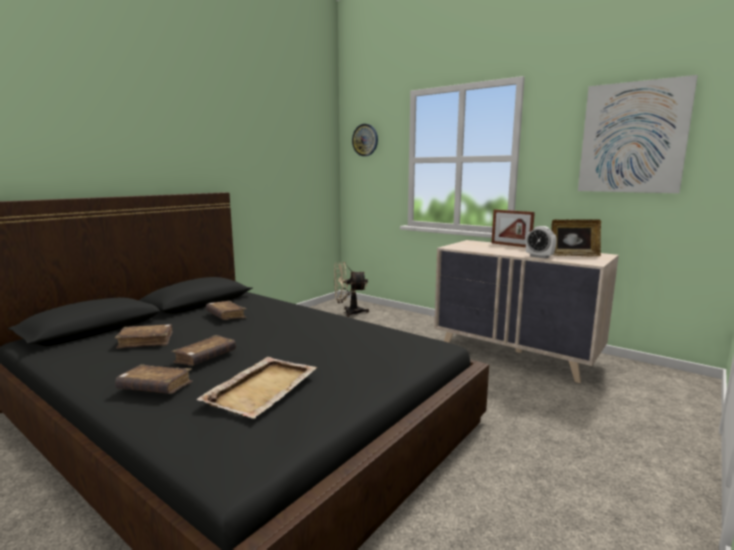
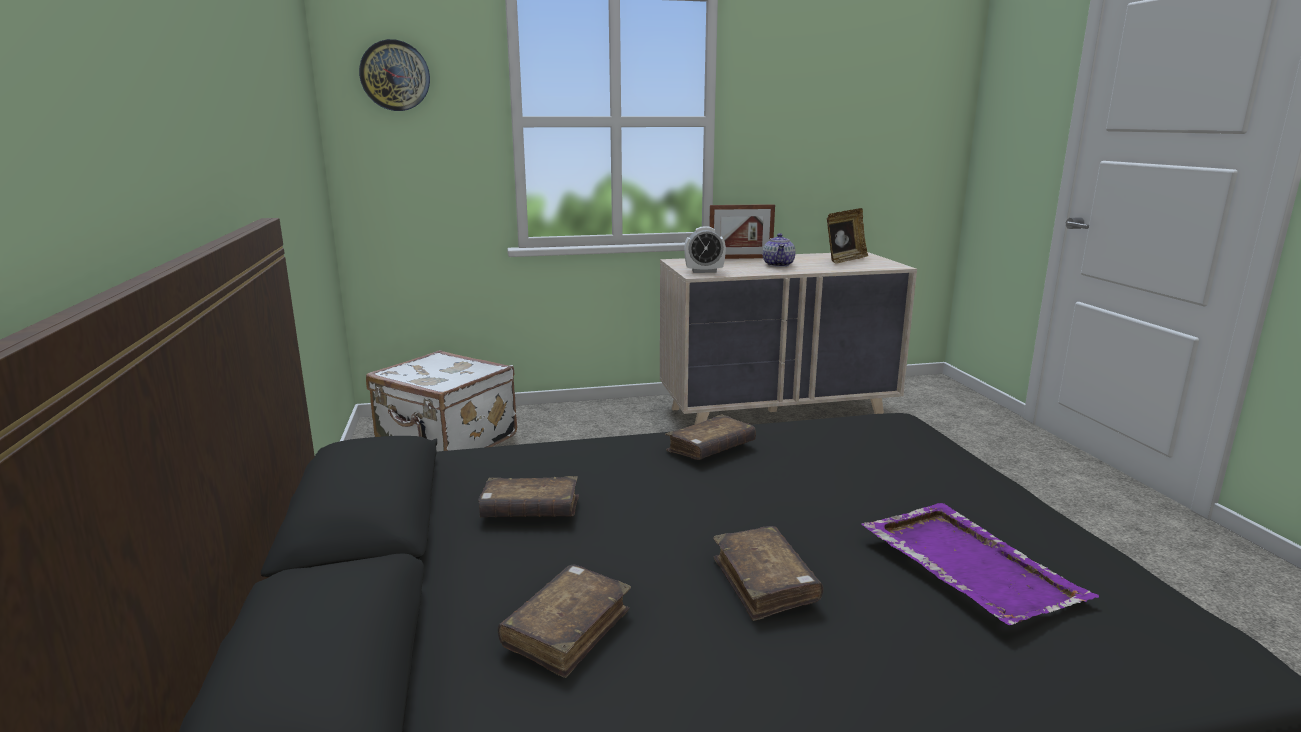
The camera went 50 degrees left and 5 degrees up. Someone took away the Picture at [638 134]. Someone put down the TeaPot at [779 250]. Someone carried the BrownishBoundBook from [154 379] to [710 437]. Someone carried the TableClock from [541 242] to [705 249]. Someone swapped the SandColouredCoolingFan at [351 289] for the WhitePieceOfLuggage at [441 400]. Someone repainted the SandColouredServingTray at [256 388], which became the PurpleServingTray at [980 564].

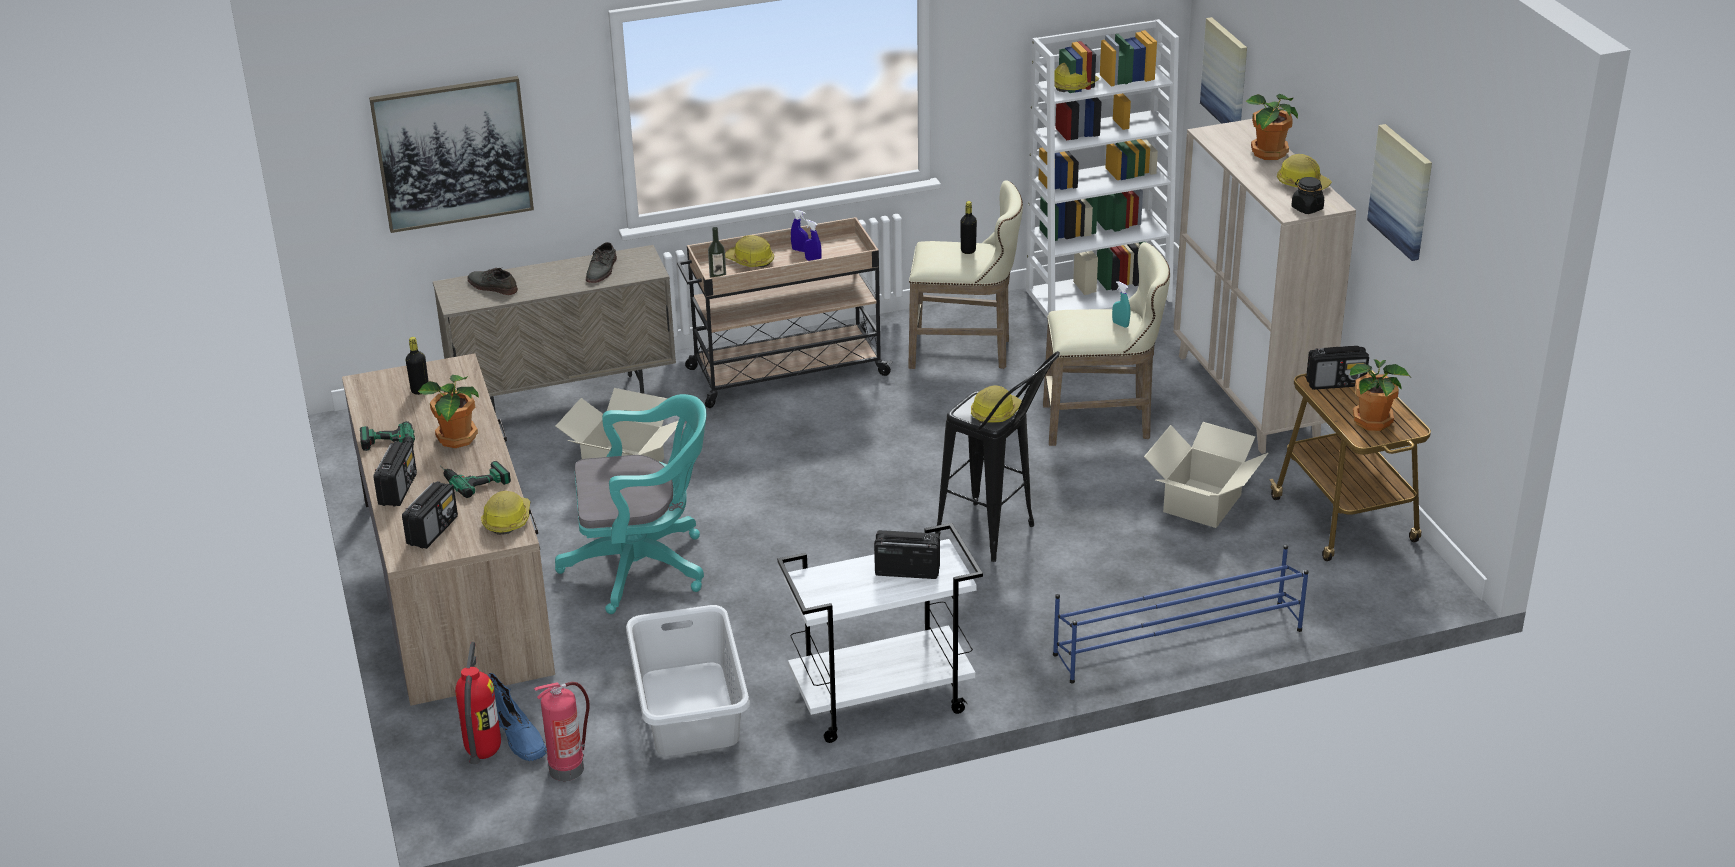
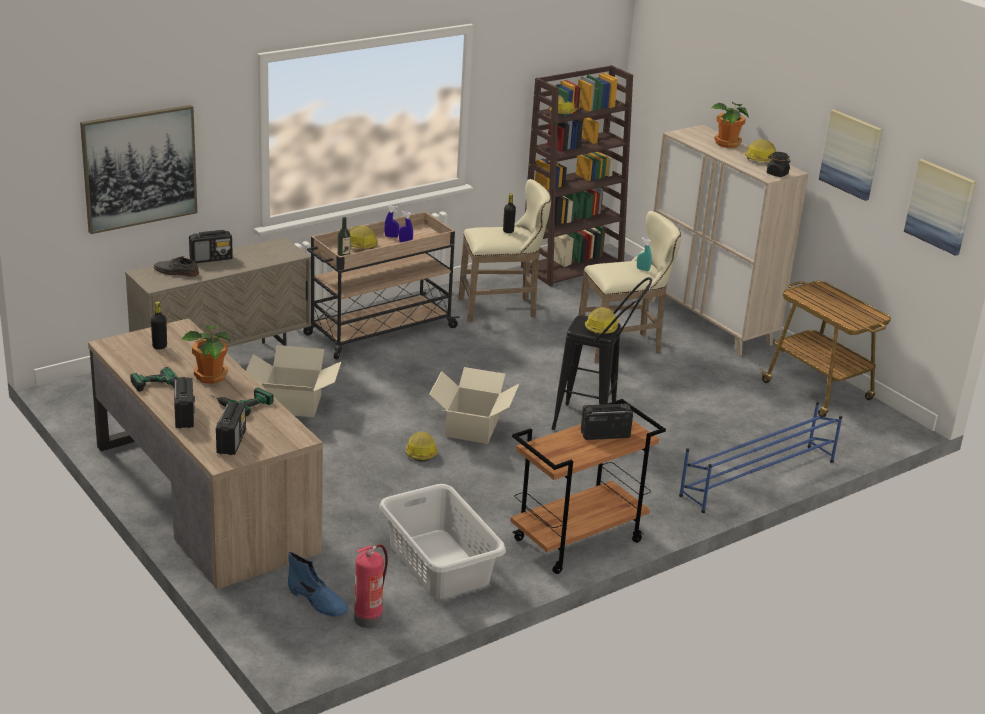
The camera went 20 degrees left and 5 degrees down. Someone took away the FireExtinguisher at [478 703]. Someone took away the TurquoiseComputerChair at [631 504]. Someone took away the GreyItemOfFootwear at [601 262]. Someone took away the Houseplant at [1380 395]. Someone carried the SafetyHelmet from [505 513] to [422 447]. Someone carried the PackingBox from [1206 475] to [474 405]. Someone carried the Picture from [1223 70] to [940 207]. Someone carried the Radio from [1337 368] to [211 246]. Someone repainted the WhiteCart at [880 633], which became the BrownishCart at [588 486]. Someone repainted the WhiteBookshelf at [1102 168], which became the BrownishBookshelf at [577 176].

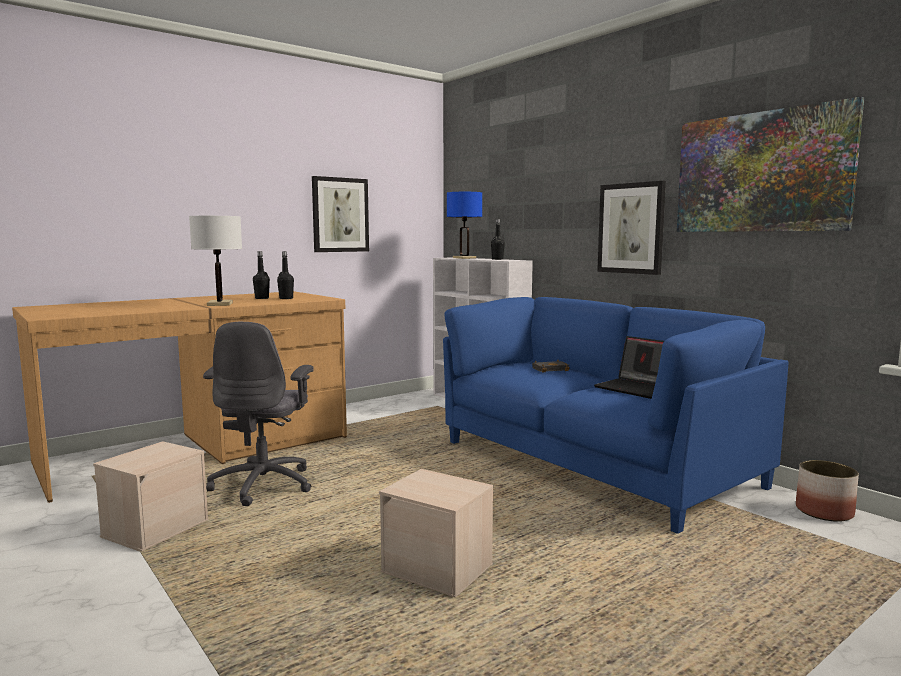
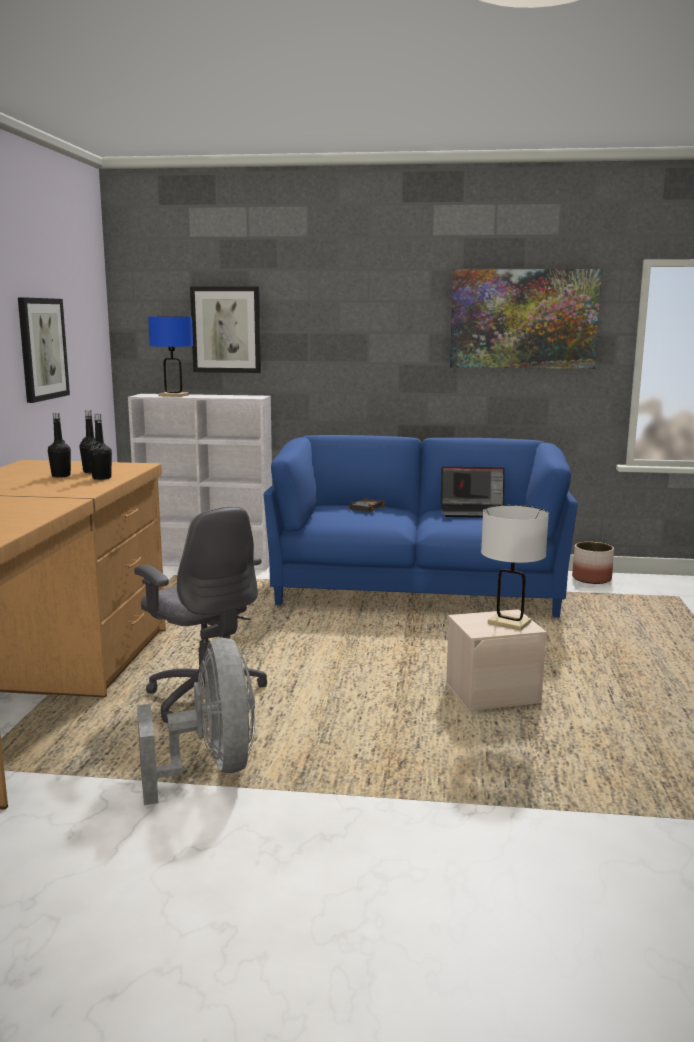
The camera went 45 degrees left and 5 degrees up. Someone carried the WhiteTableLamp from [215 261] to [515 568]. Someone carried the BlackDrinkBottle from [498 239] to [100 447]. Someone carried the Picture from [631 228] to [225 329]. Someone swapped the SandColouredStorageBin at [151 496] for the GreyCoolingFan at [196 721].

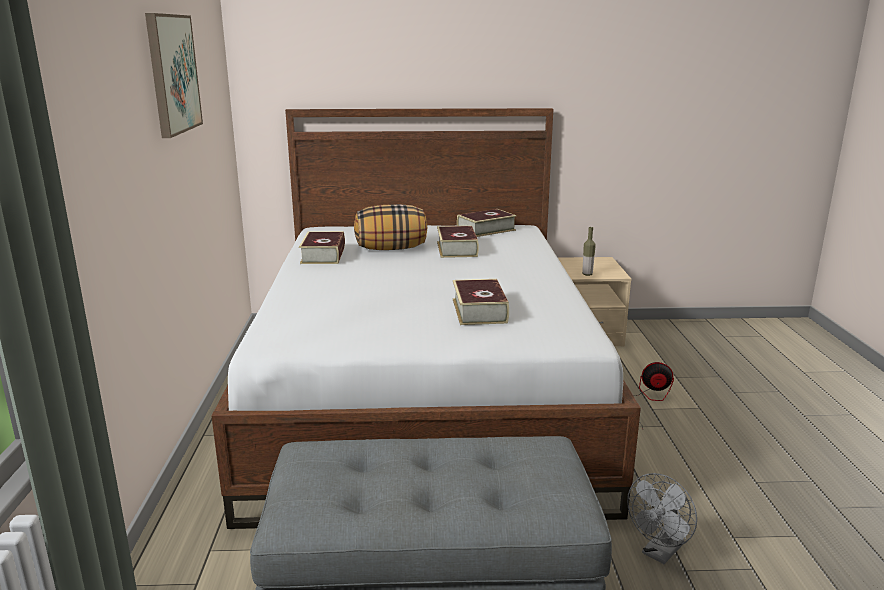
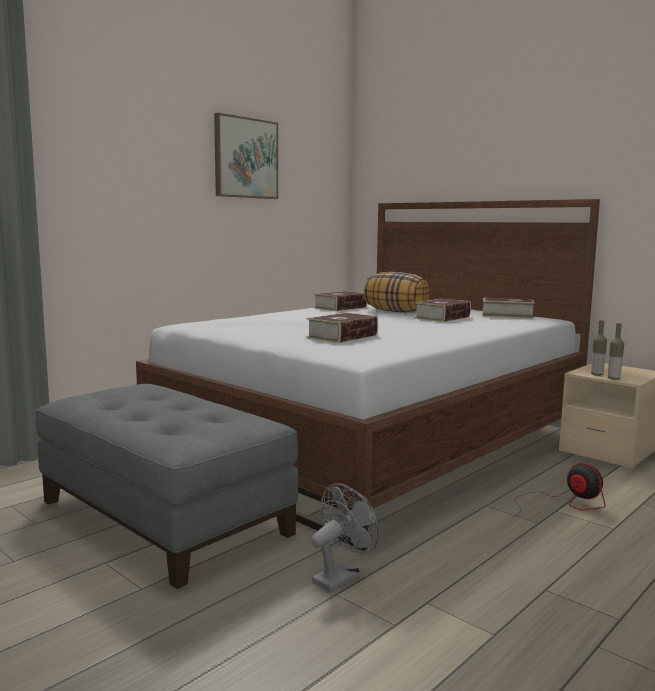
The camera went 45 degrees right and 10 degrees down. Someone put down the DrinkBottle at [616 351]. Someone rotated the GreyCoolingFan at [662 518] by 135 degrees clockwise.

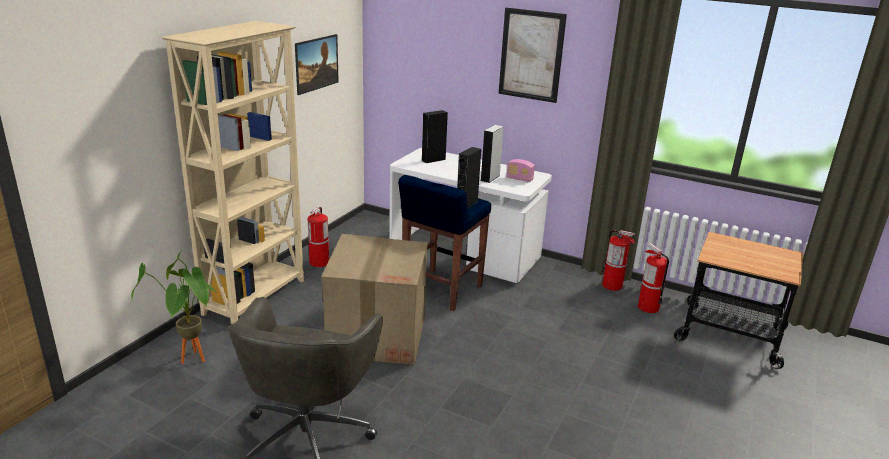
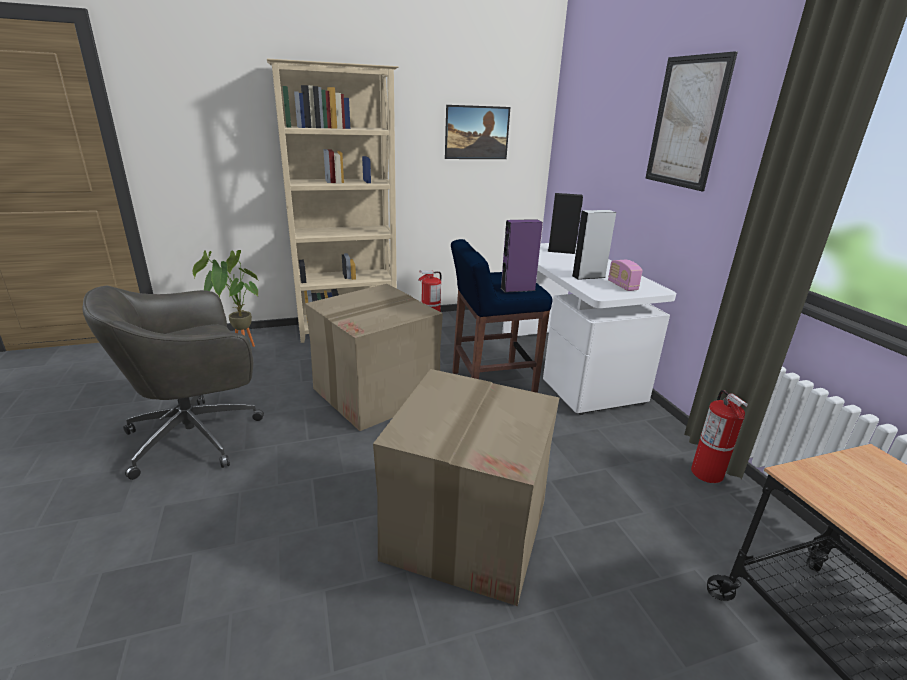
The camera went 45 degrees right and 0 degrees up. Someone took away the FireExtinguisher at [653 278]. Someone put down the PackingBox at [466 487]. Someone repainted the BlackSpeaker at [469 177], which became the PurpleSpeaker at [522 256].

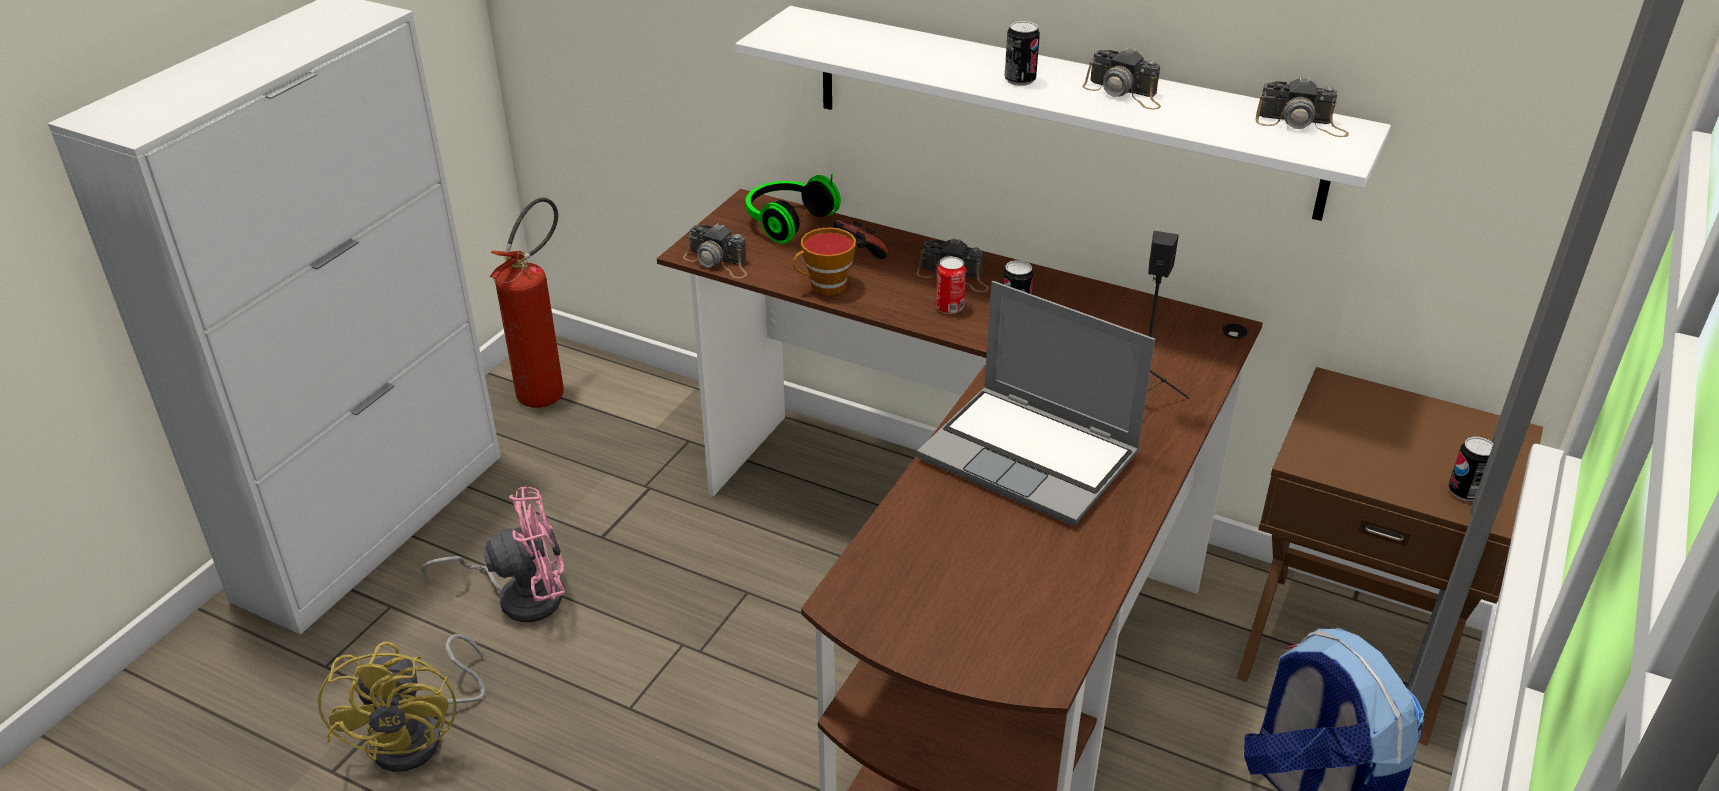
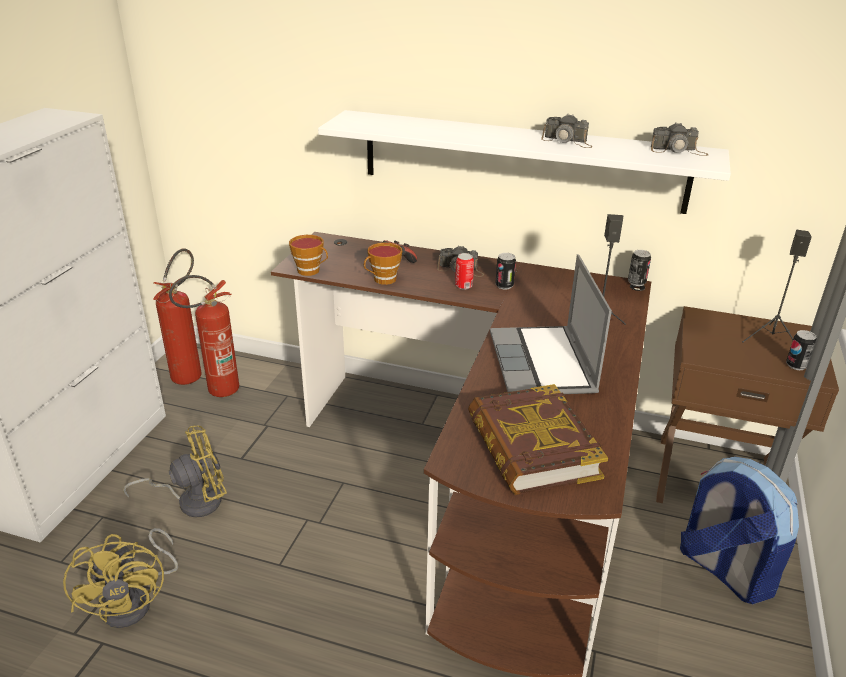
The camera went 10 degrees left and 5 degrees down. Someone took away the PairOfHeadphones at [793 208]. Someone put down the FireExtinguisher at [204 336]. Someone put down the BoundBook at [538 439]. Someone put down the BlackSpeaker at [777 286]. Someone carried the MetalCan from [1022 53] to [639 268]. Someone swapped the StillCamera at [715 250] for the SmallCup at [308 255]. Someone repainted the PinkColouredCoolingFan at [493 554], which became the YellowColouredCoolingFan at [175 472]. Someone rotated the Laptop at [1036 403] by 60 degrees clockwise.

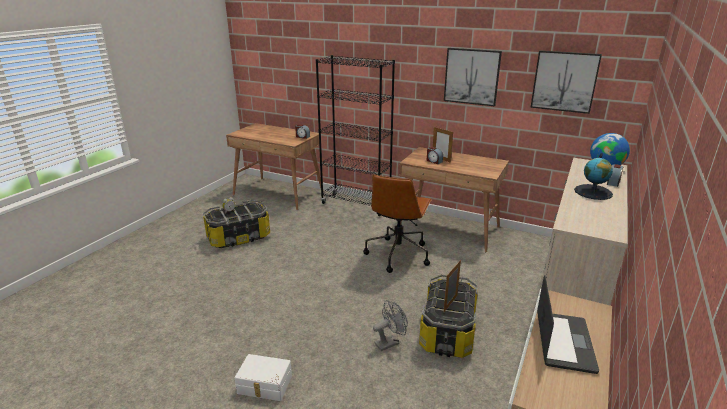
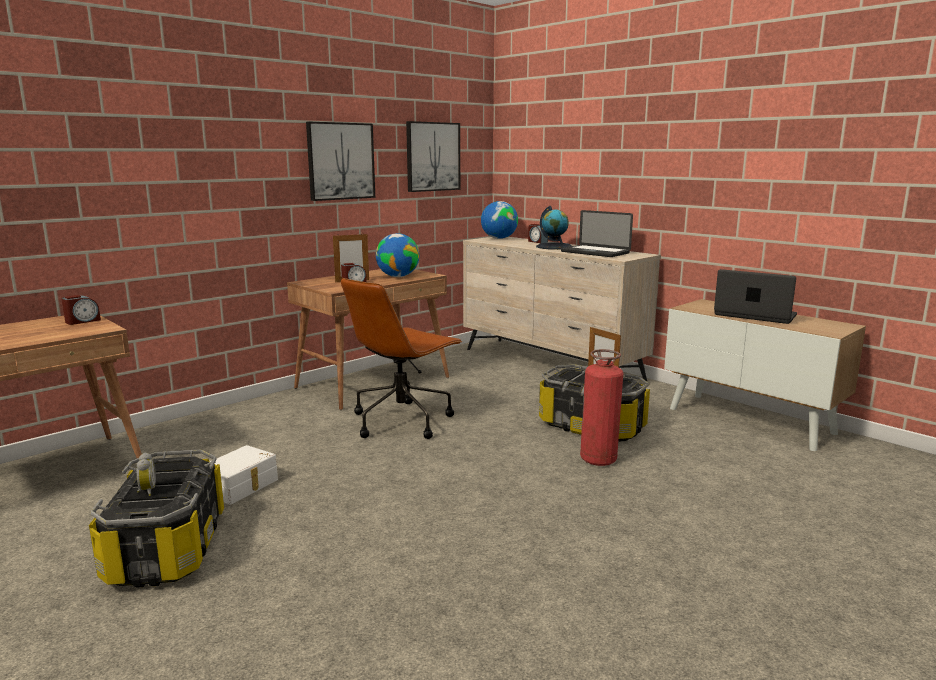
The camera went 70 degrees left and 10 degrees down. Someone took away the BlackBookshelf at [355 135]. Someone put down the DeskGlobe at [397 255]. Someone put down the Laptop at [597 233]. Someone carried the WhiteStorageBin from [263 377] to [244 475]. Someone swapped the GreyCoolingFan at [390 325] for the FireExtinguisher at [601 407]. Someone rotated the BrownishComputerChair at [397 224] by 90 degrees clockwise.

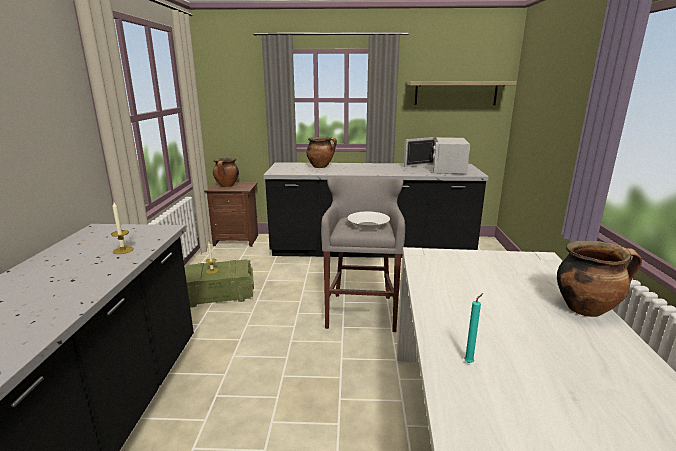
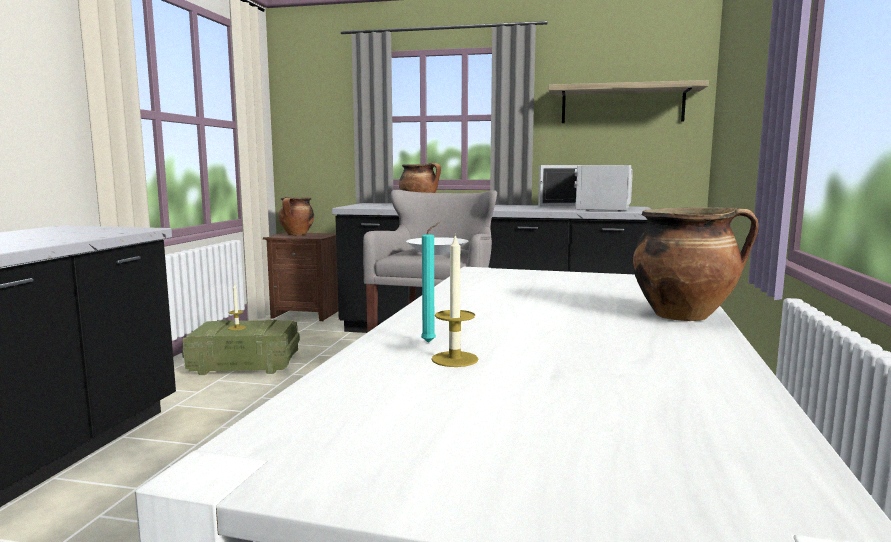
The camera went 10 degrees right and 10 degrees down. Someone carried the Candle from [122 228] to [454 300].

